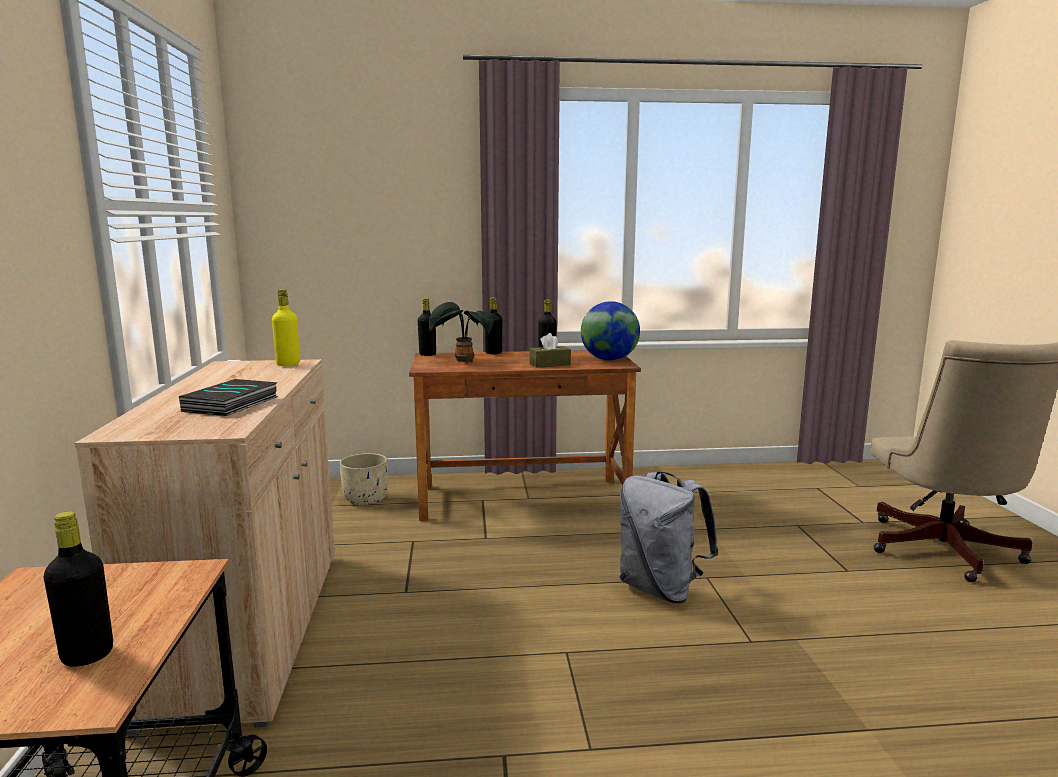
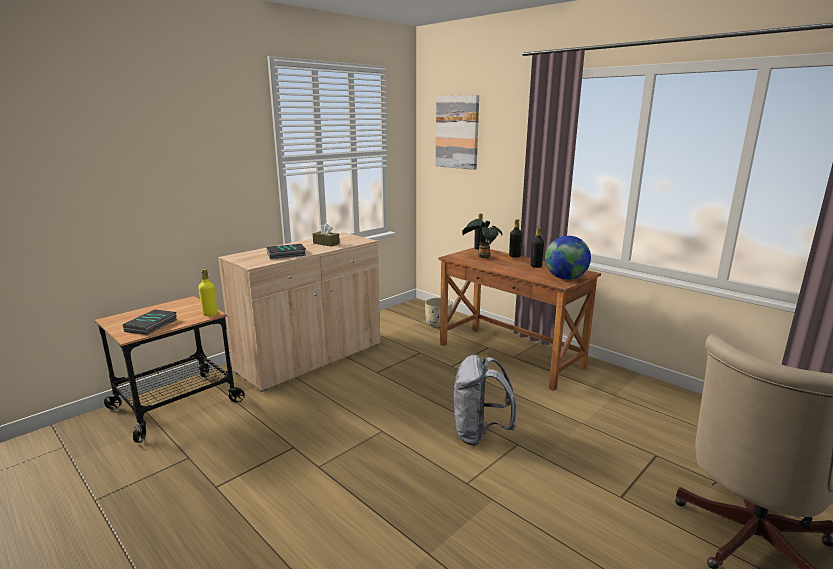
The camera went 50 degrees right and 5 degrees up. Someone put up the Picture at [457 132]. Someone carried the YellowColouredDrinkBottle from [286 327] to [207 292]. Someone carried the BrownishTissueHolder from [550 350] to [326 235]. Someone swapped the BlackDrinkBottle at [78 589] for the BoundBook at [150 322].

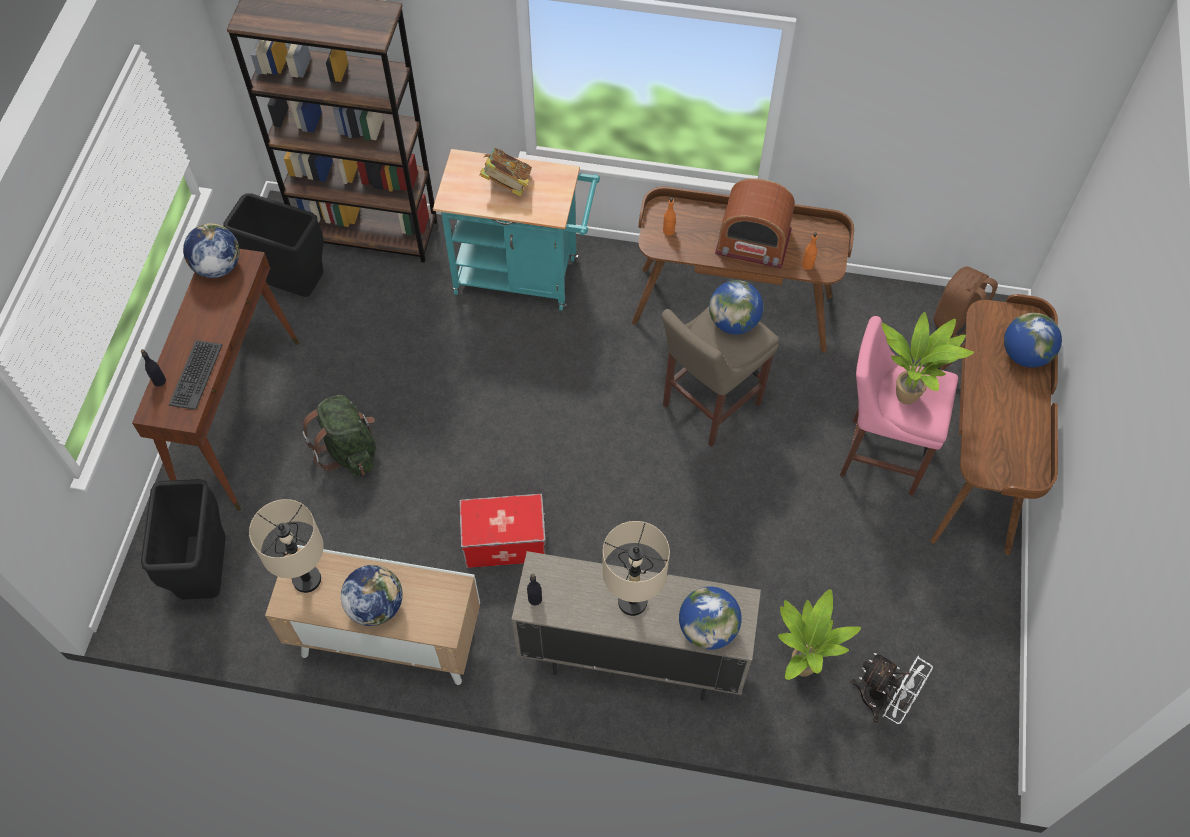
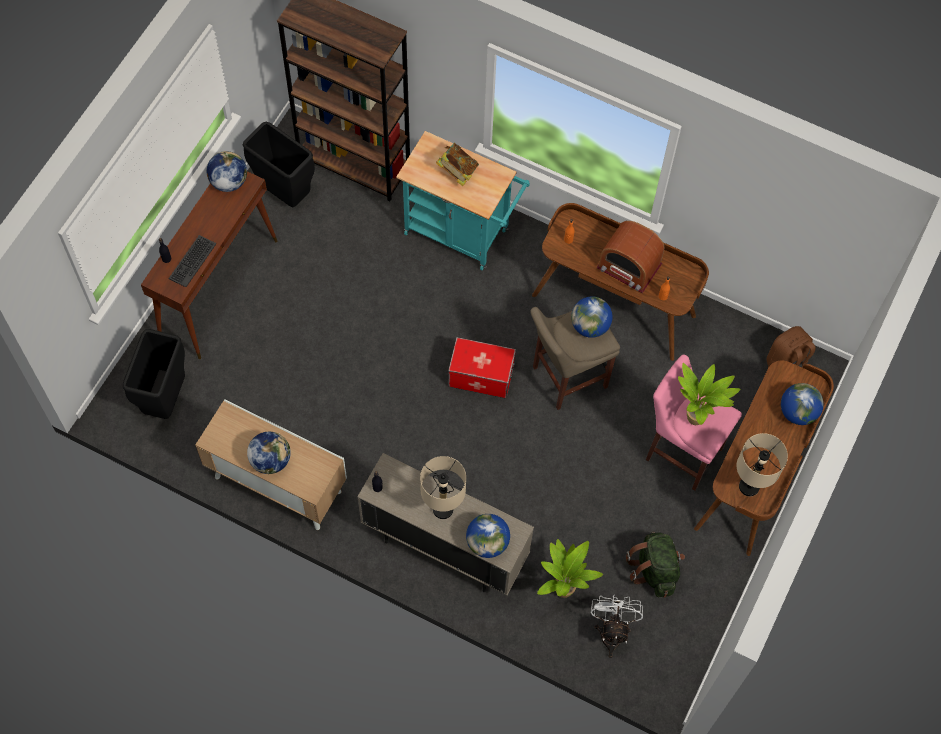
The camera went 15 degrees right and 5 degrees up. Someone carried the SandColouredTableLamp from [286 546] to [762 464]. Someone carried the GreenKnapsack from [339 436] to [655 565]. Someone carried the StorageBin from [502 530] to [482 367]. Someone rotated the WhiteCoolingFan at [891 688] by 135 degrees counterclockwise.

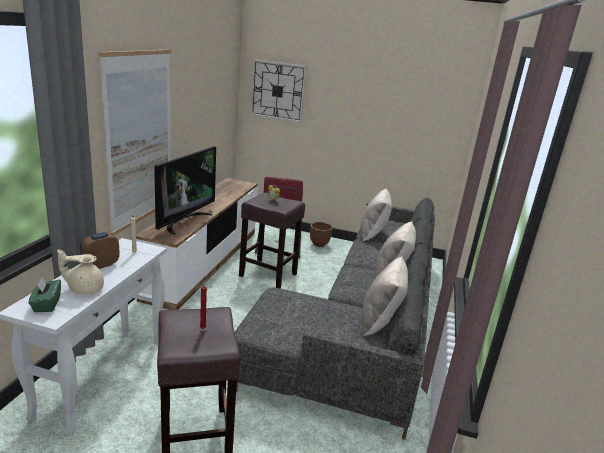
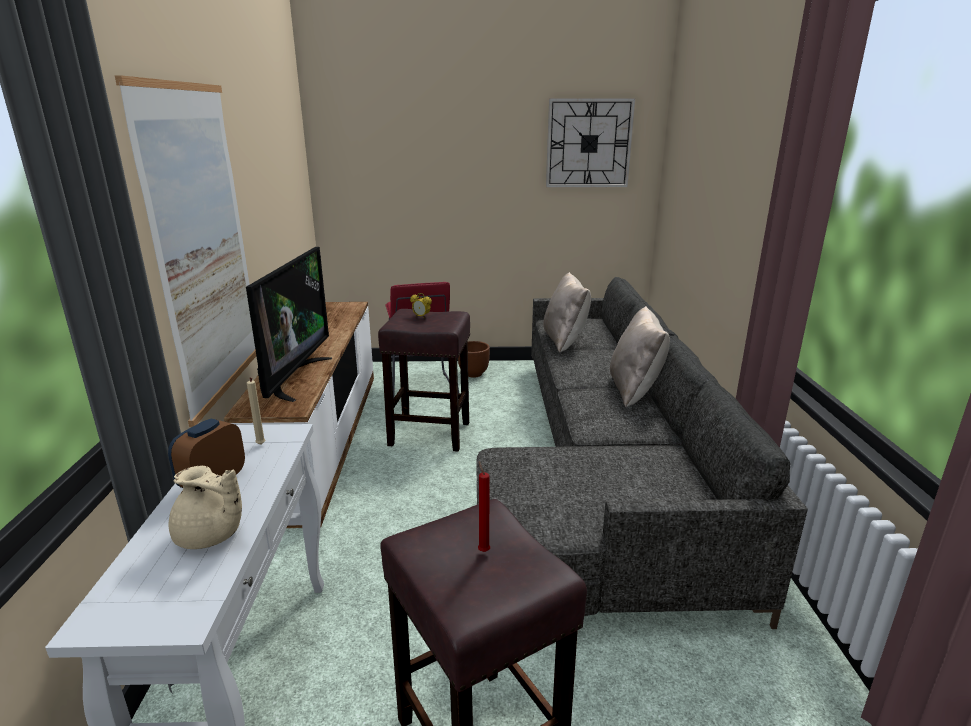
The camera went 15 degrees left and 0 degrees up. Someone took away the GreenTissueHolder at [44 294]. Someone took away the SandColouredThrowPillow at [385 296]. Someone carried the HangingClock from [278 91] to [590 143]. Someone rotated the SandColouredTeaPot at [80 271] by 135 degrees counterclockwise.

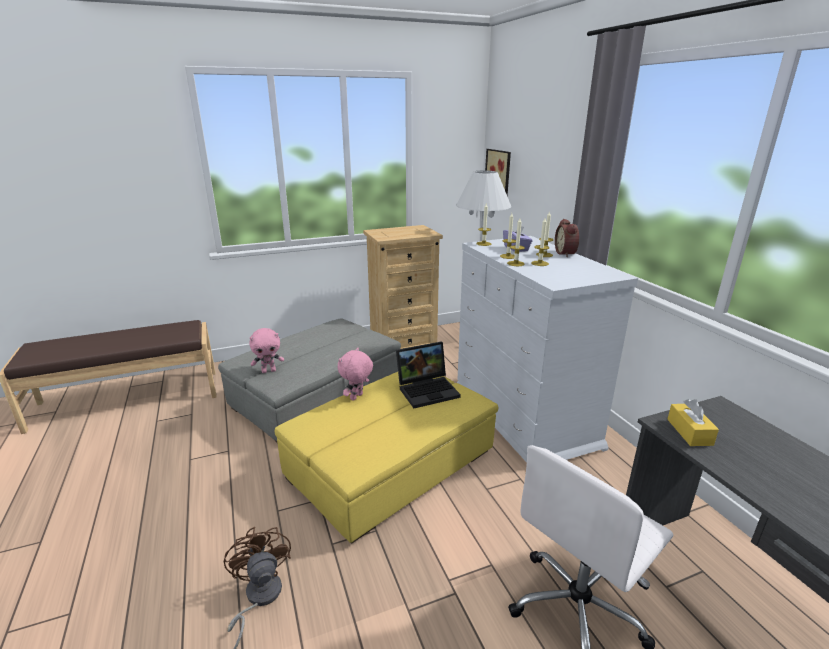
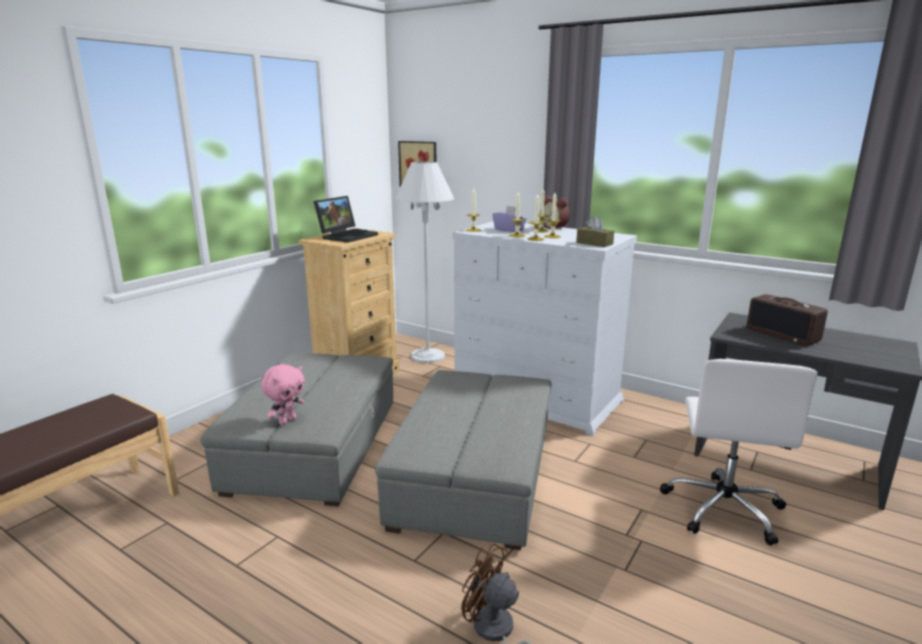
The camera went 35 degrees left and 5 degrees down. Someone took away the PinkColouredPlushToy at [355 374]. Someone took away the YellowColouredTissueHolder at [693 422]. Someone put down the BrownishTissueHolder at [595 231]. Someone put down the Radio at [787 320]. Someone carried the Laptop from [428 375] to [345 219]. Someone repainted the YellowColouredOttoman at [387 458], which became the GreyOttoman at [463 460].

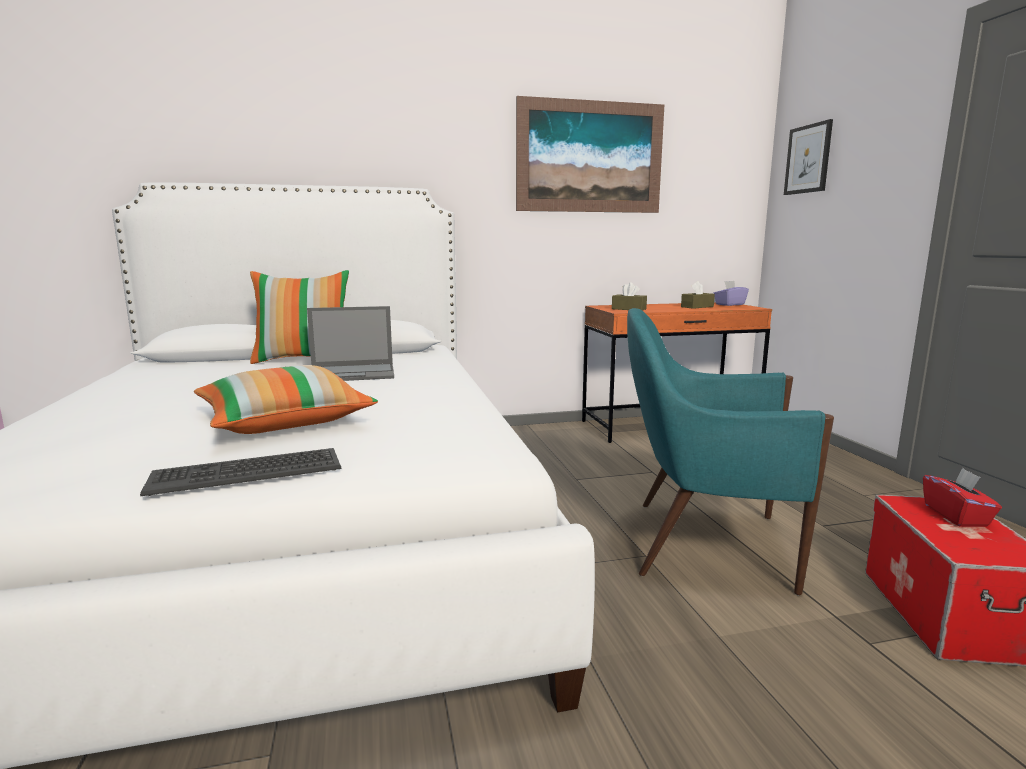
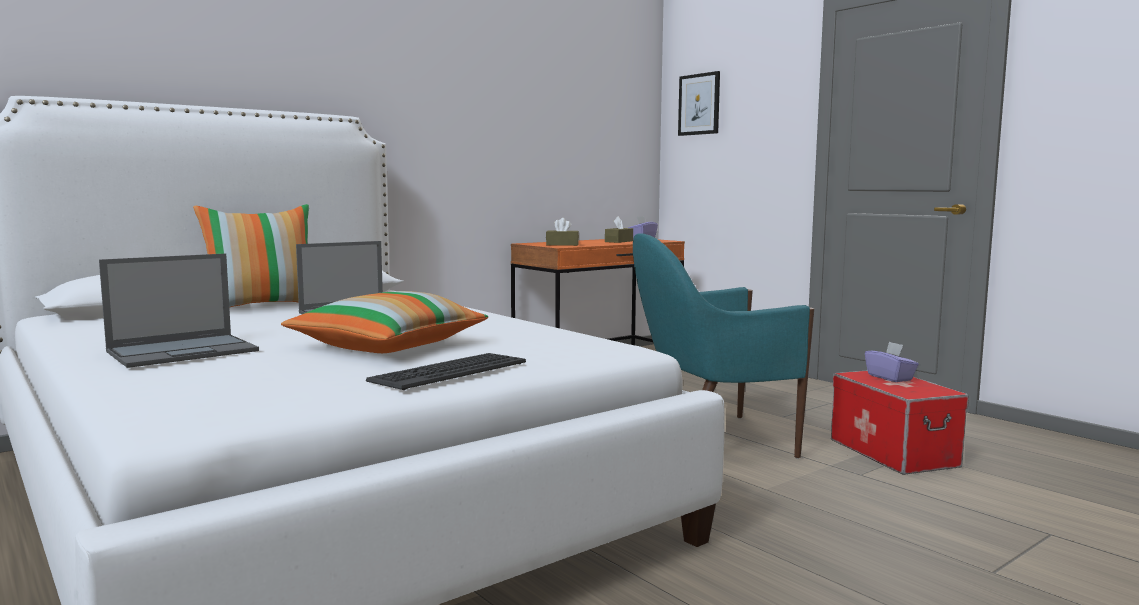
The camera went 25 degrees left and 5 degrees down. Someone took away the Picture at [590 154]. Someone put down the Laptop at [179 310]. Someone repainted the RedTissueHolder at [962 497], which became the PurpleTissueHolder at [892 361].

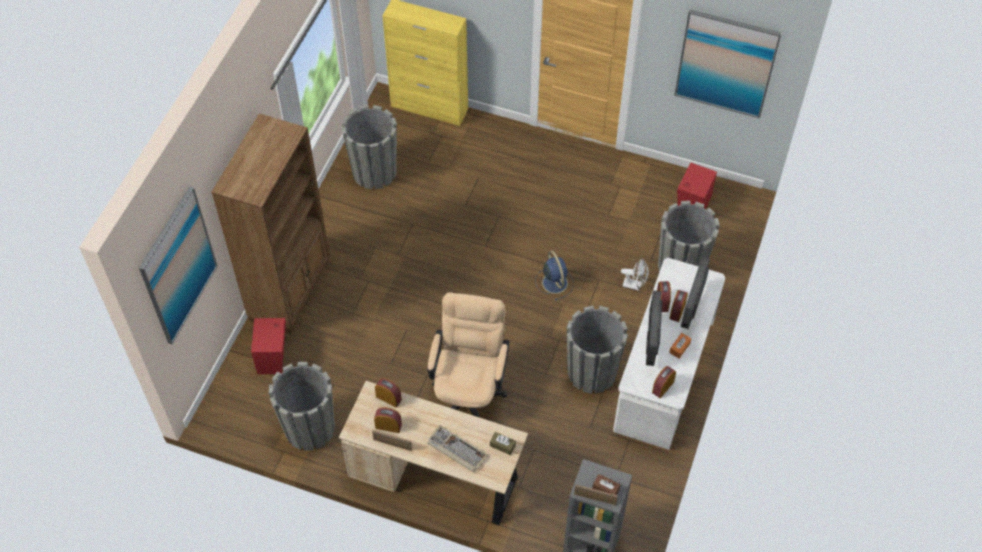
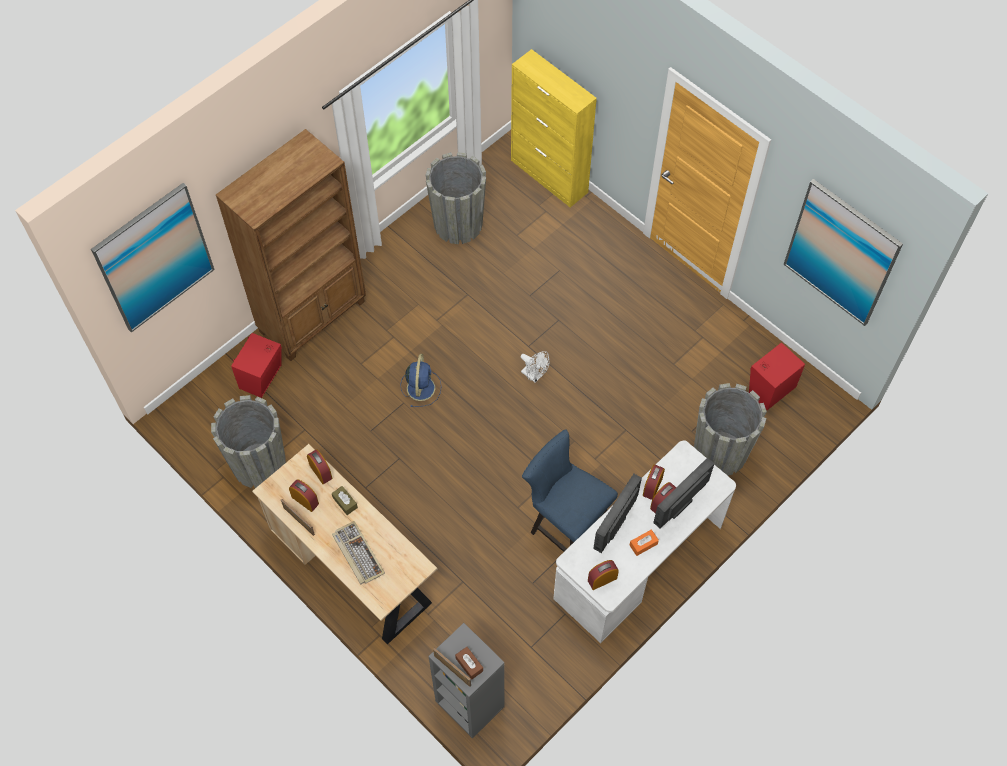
The camera went 25 degrees right and 5 degrees up. Someone took away the SandColouredComputerChair at [468 355]. Someone carried the BrownishTissueHolder from [503 443] to [345 500]. Someone carried the BluishCoolingFan from [554 275] to [420 380]. Someone carried the WhiteCoolingFan from [634 275] to [535 367]. Someone swapped the GreyFlowerPot at [597 350] for the BluishPlainChair at [570 490].

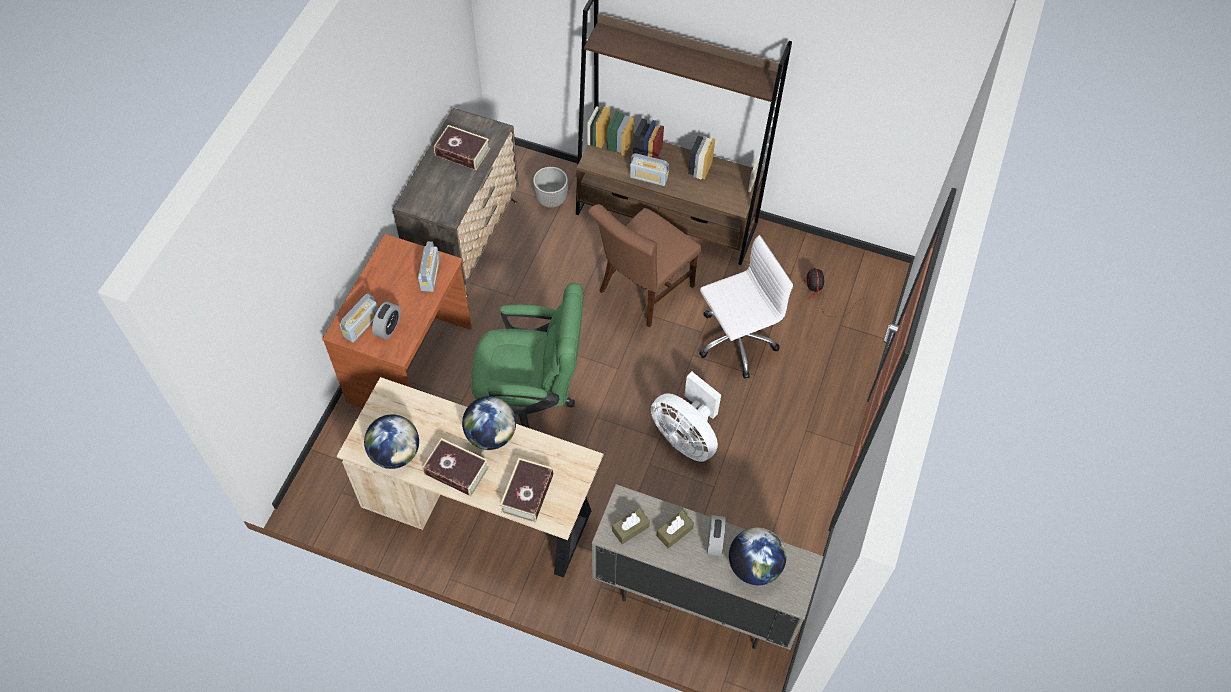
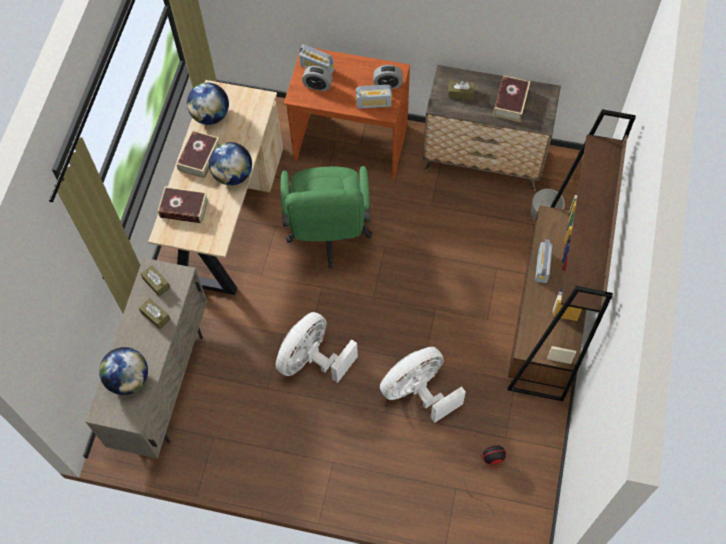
The camera went 85 degrees right and 5 degrees up. Someone took away the BrownishPlainChair at [644 265]. Someone put down the BrownishTissueHolder at [461 90]. Someone carried the TableClock from [716 536] to [388 77]. Someone swapped the WhiteComputerChair at [746 307] for the WhiteCoolingFan at [423 385].

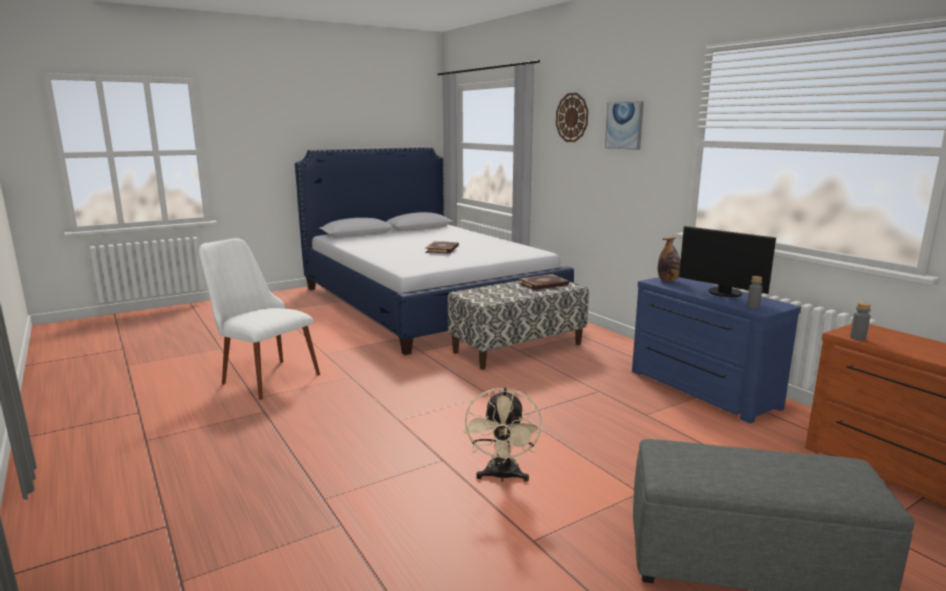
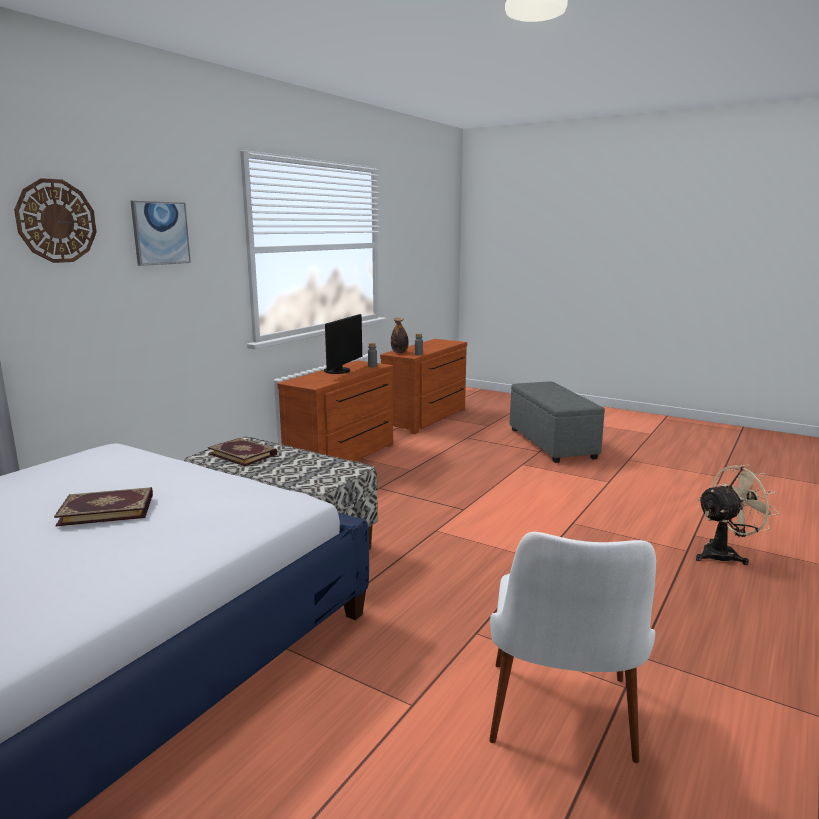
The camera went 115 degrees left and 0 degrees up. Someone carried the SandColouredCoolingFan from [503 434] to [737 514]. Someone carried the DrinkBottle from [669 259] to [400 335]. Someone repainted the BluishChestOfDrawers at [716 350], which became the BrownishChestOfDrawers at [335 411].

